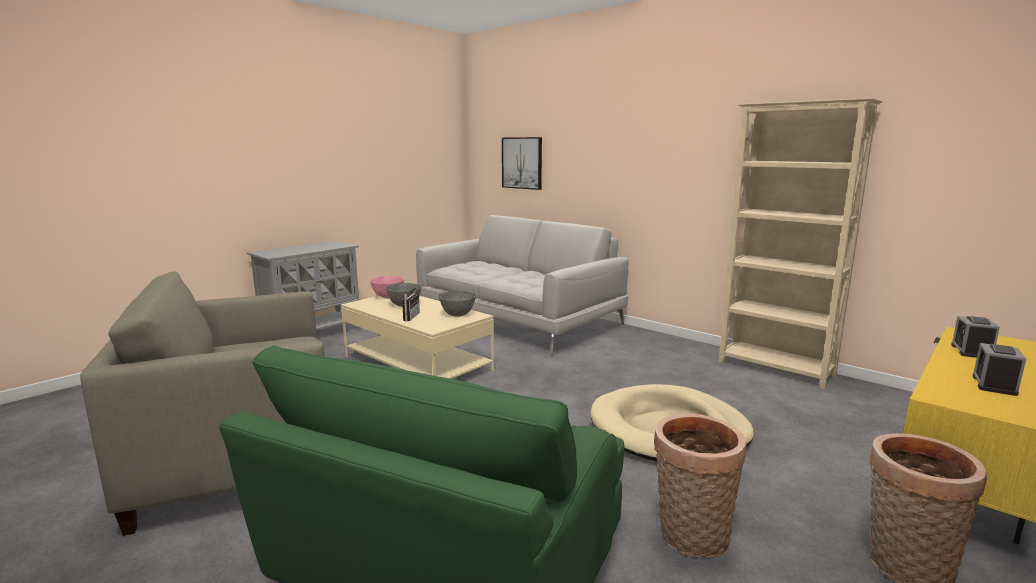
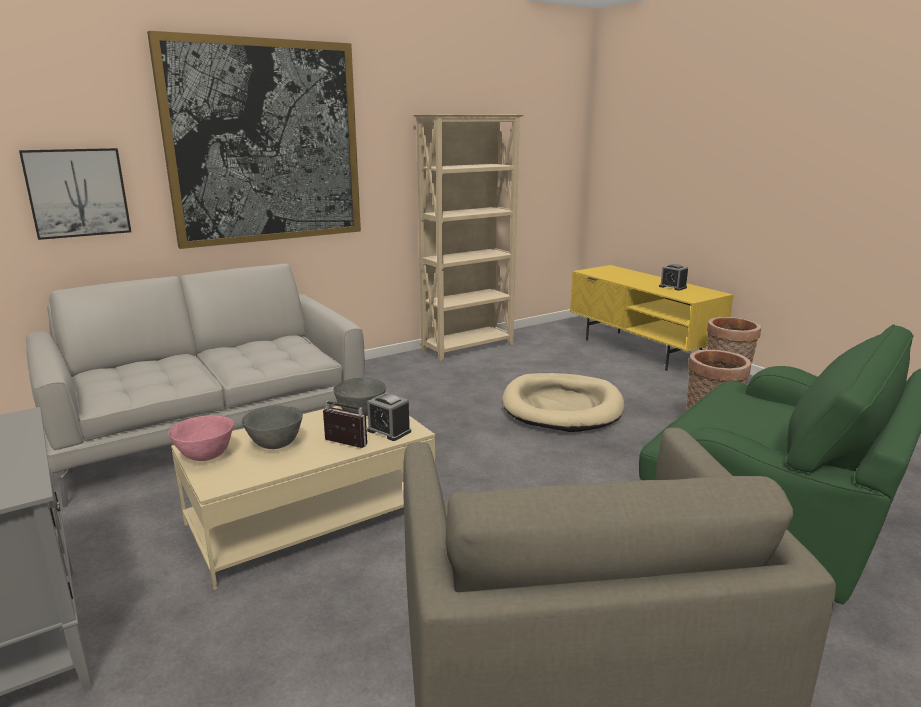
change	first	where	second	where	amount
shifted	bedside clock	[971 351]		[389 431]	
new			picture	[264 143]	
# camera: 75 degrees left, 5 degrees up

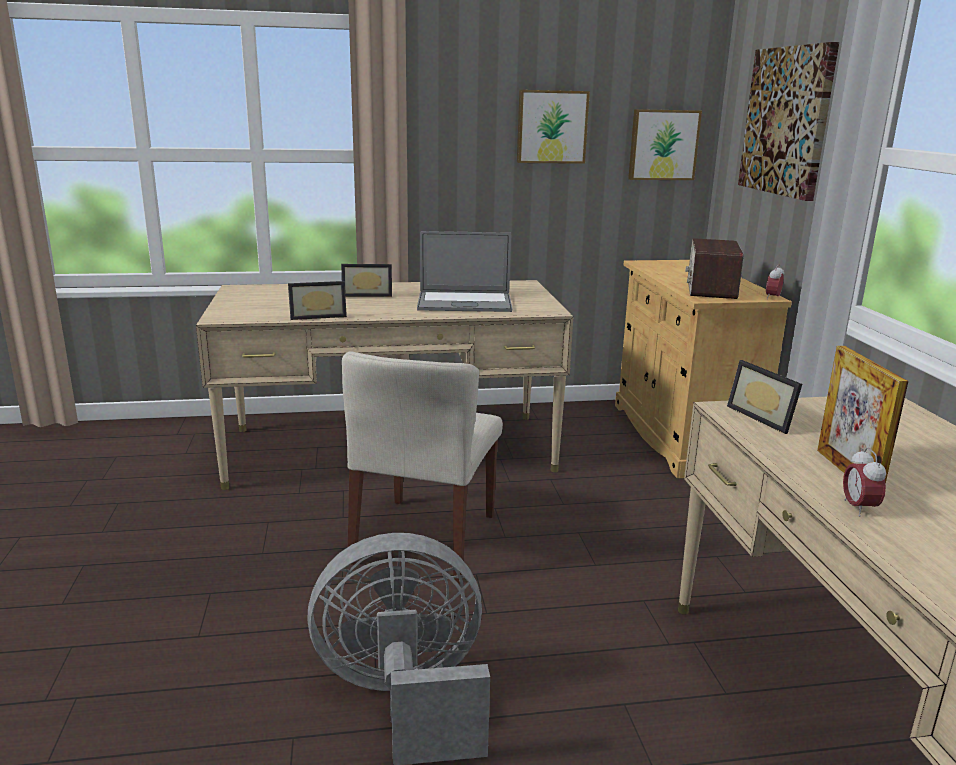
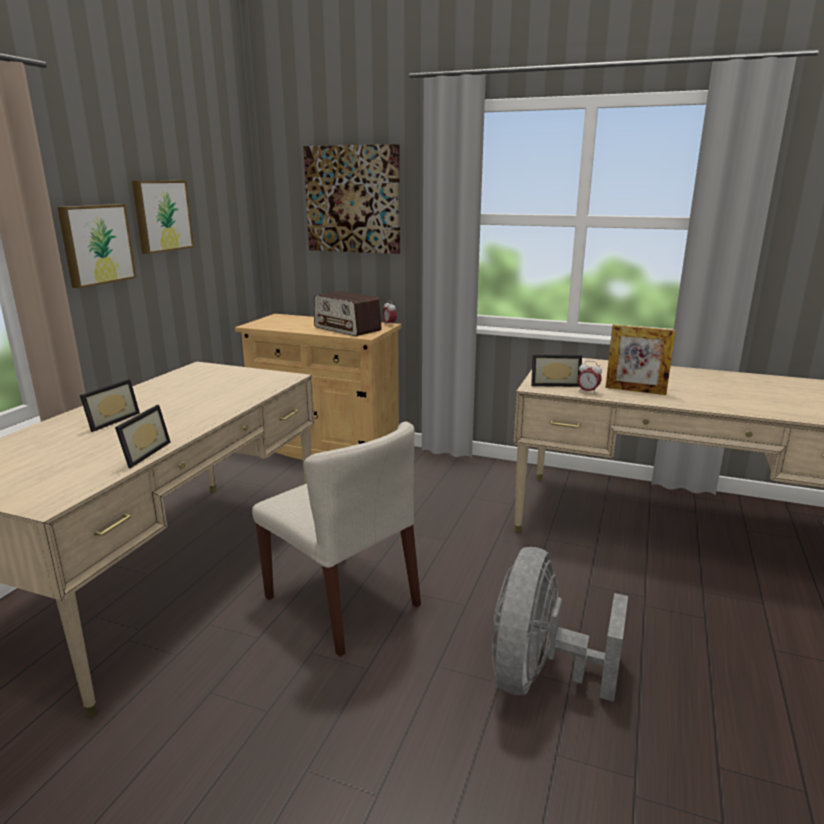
change	first	where	second	where	amount
gone	notebook computer	[464 303]			
shifted	picture	[663 145]		[96 244]	
shifted	bedside clock	[858 508]		[588 392]	
# camera: 60 degrees left, 0 degrees up

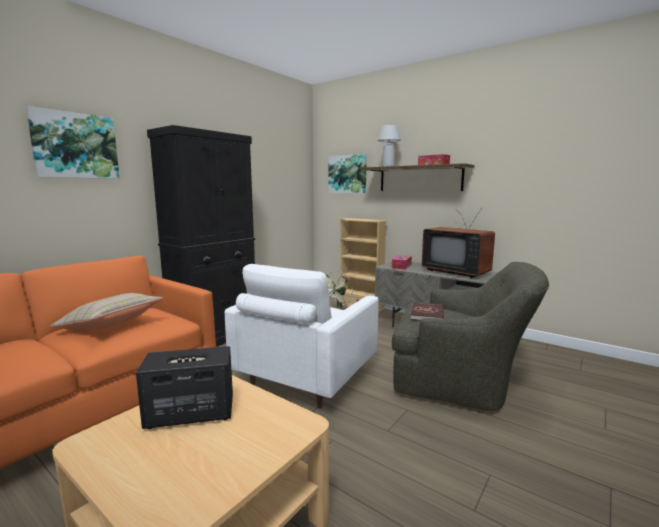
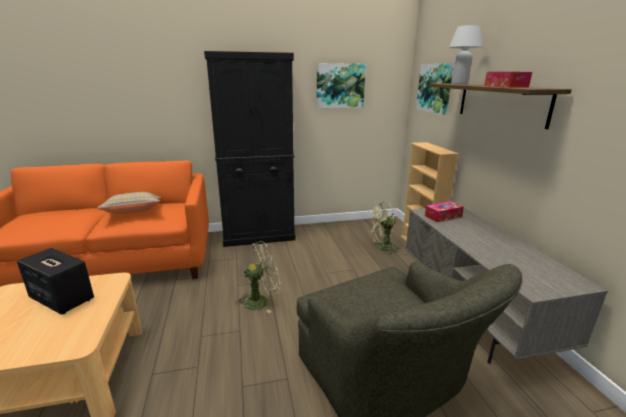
change	first	where	second	where	amount
shifted	picture	[75 146]		[340 85]	
swapped	white easy chair	[305 378]	greenish electric fan	[261 301]	
gone	red book	[427 314]			
gone	TV set	[457 271]			
# camera: 40 degrees right, 10 degrees up

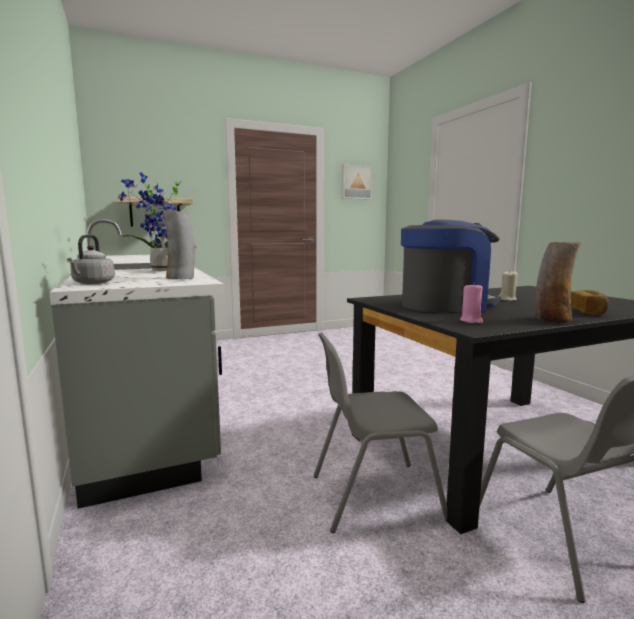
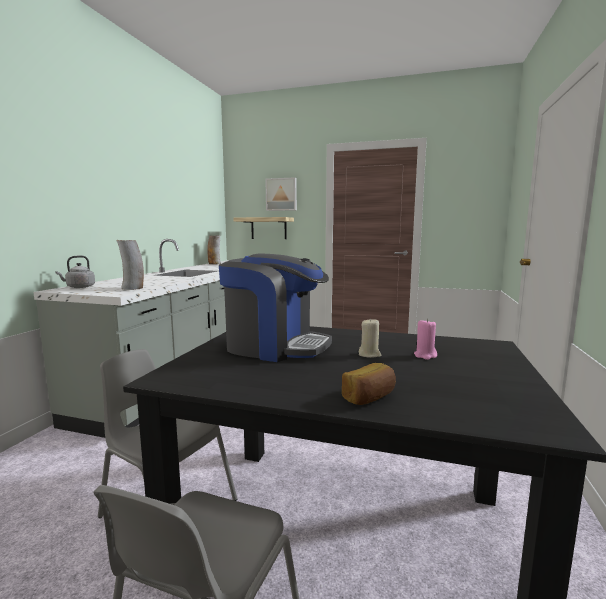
change	first	where	second	where	amount
gone	plant in a pot	[162 271]			
shifted	picture	[356 182]		[281 194]	
shifted	pinkish wax light	[471 321]		[425 355]	
shifted	flower vase	[552 320]		[214 264]	
# camera: 40 degrees right, 0 degrees up

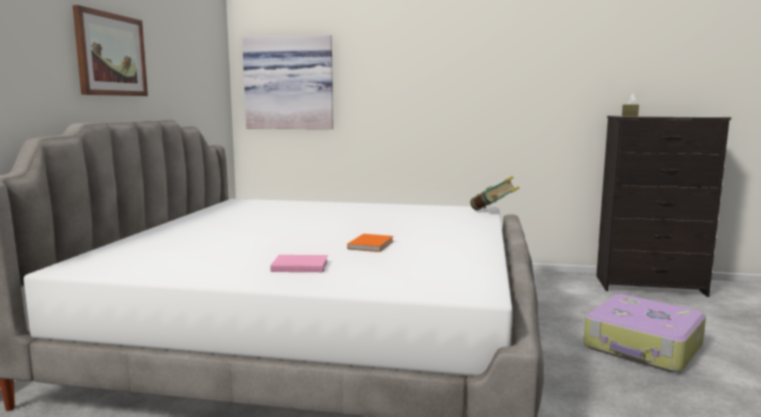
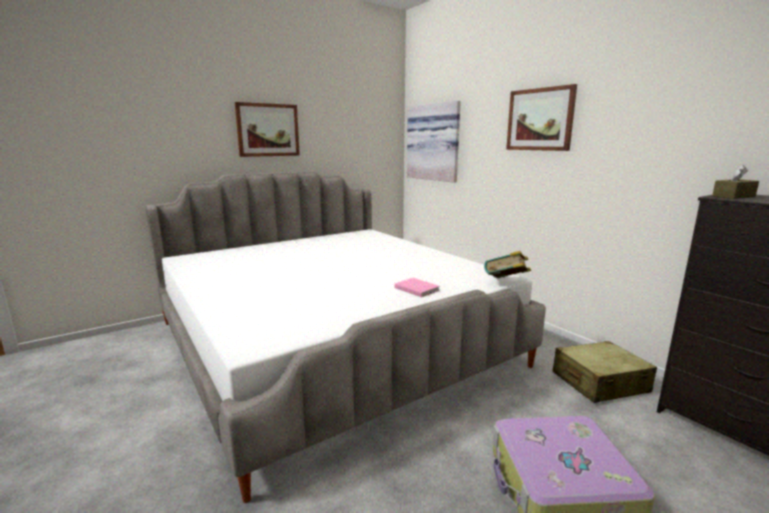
change	first	where	second	where	amount
shifted	pinkish book	[298 266]		[416 288]	
gone	orangey book	[372 245]			
new			picture	[540 119]	
new			sand-coloured suitcase	[599 383]	
# camera: 45 degrees right, 5 degrees up

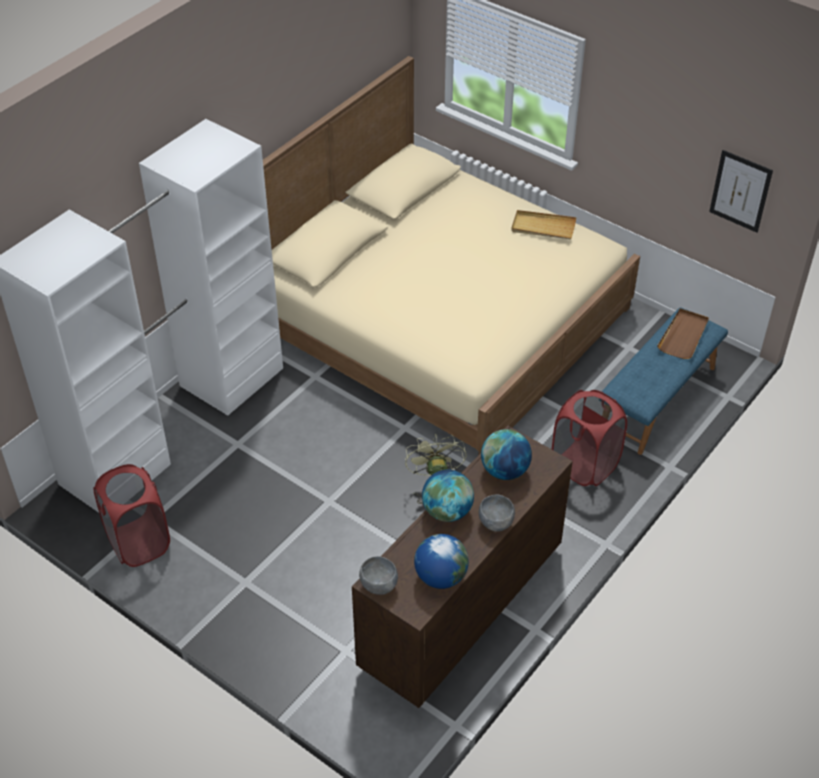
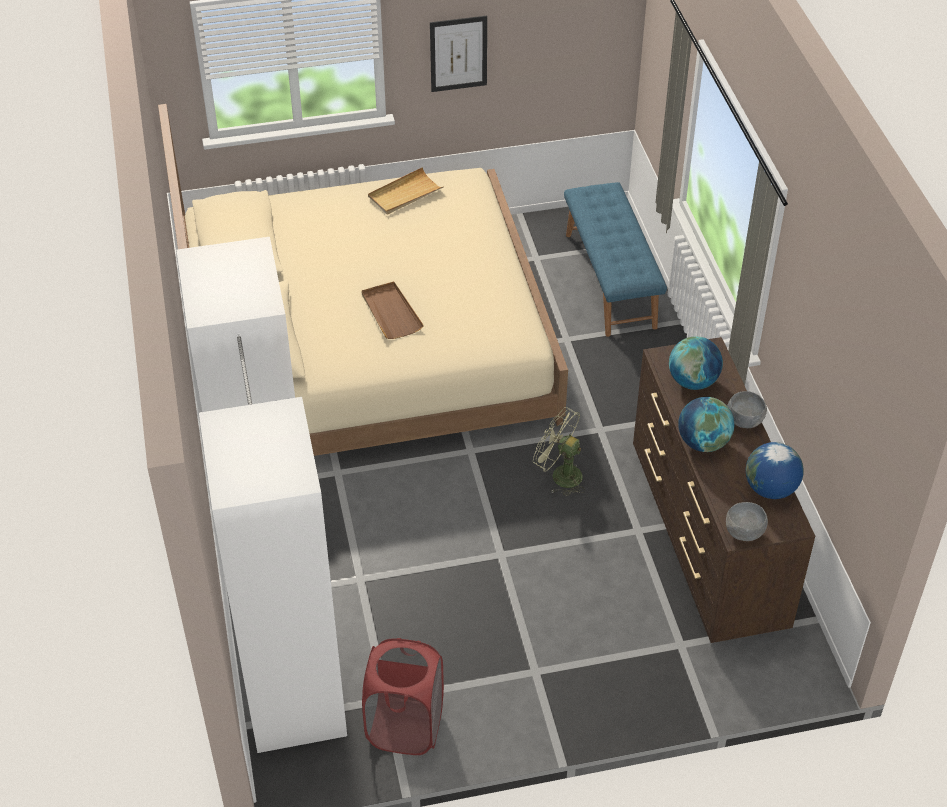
change	first	where	second	where	amount
gone	red hamper	[584 465]			
shifted	brown-coloured carrying tray	[683 336]		[391 312]	
shifted	picture	[740 191]		[458 53]	
# camera: 50 degrees left, 0 degrees up

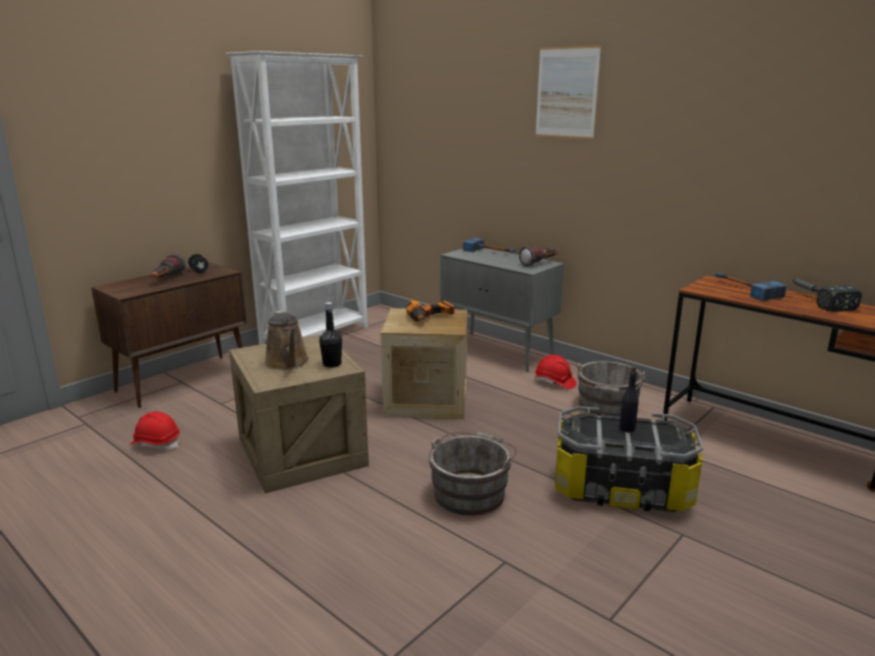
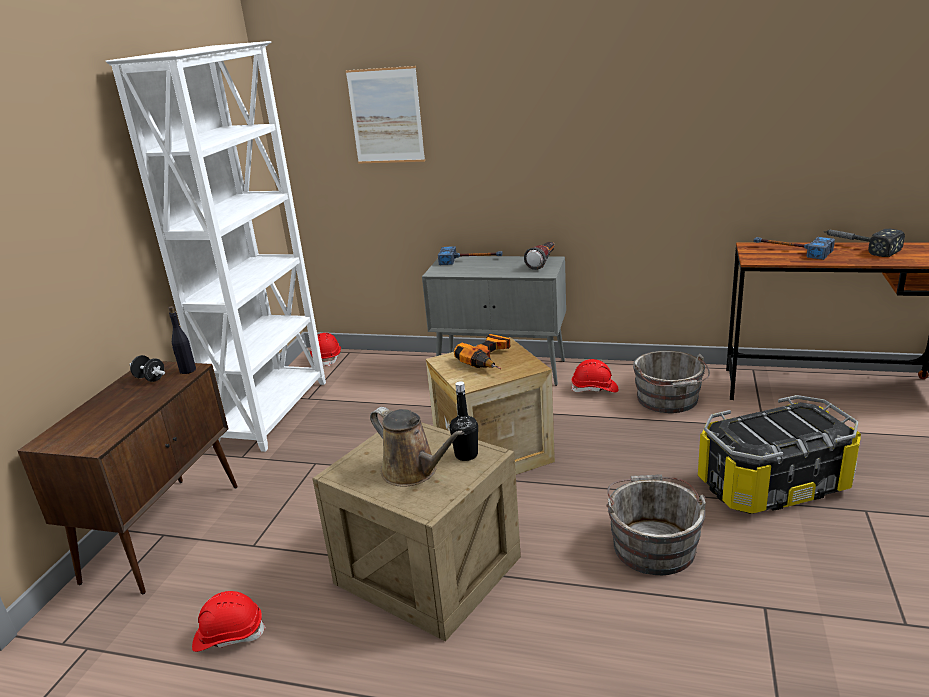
change	first	where	second	where	amount
gone	flashlight	[167 279]			
shifted	picture	[566 93]		[386 116]	
shifted	black-coloured beverage bottle	[626 428]		[187 370]	
new			red safety helmet	[327 358]	
# camera: 25 degrees left, 5 degrees up

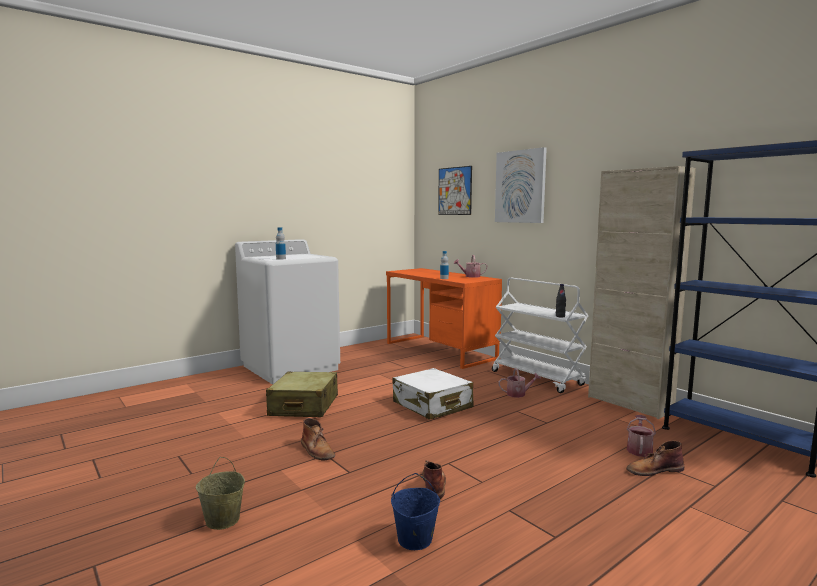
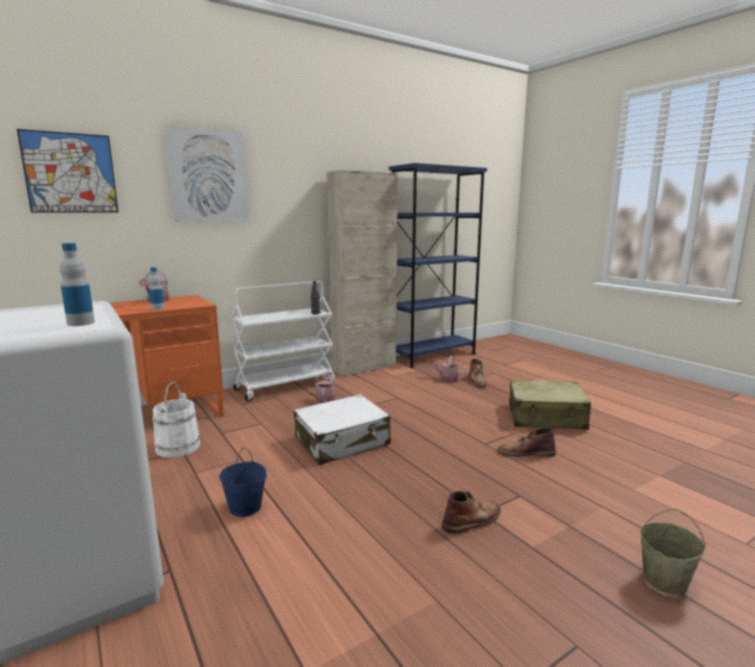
change	first	where	second	where	amount
shifted	sand-coloured suitcase	[304 406]		[546 417]	
shifted	blue-coloured water bucket	[414 540]		[246 508]	
new			white water bucket	[177 447]	
# camera: 85 degrees left, 5 degrees up

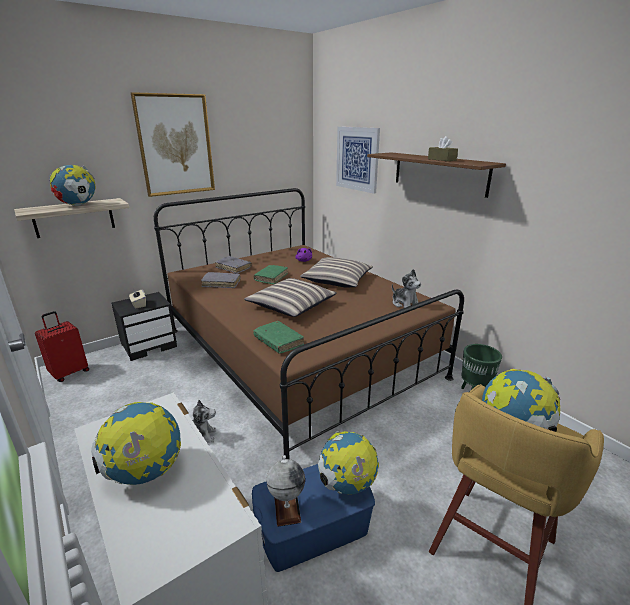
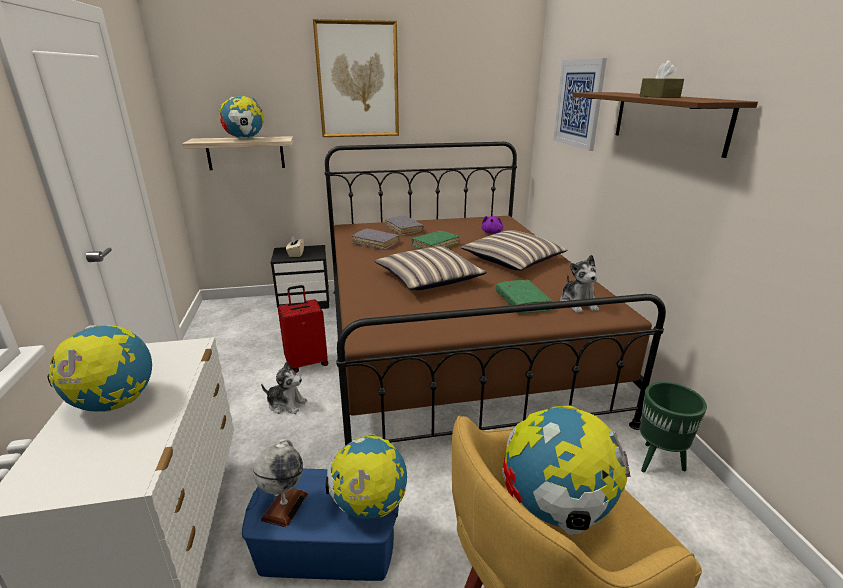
change	first	where	second	where	amount
shifted	red suitcase	[69 373]		[307 363]	
shifted	greenish book	[278 342]		[522 302]	
# camera: 25 degrees right, 0 degrees up

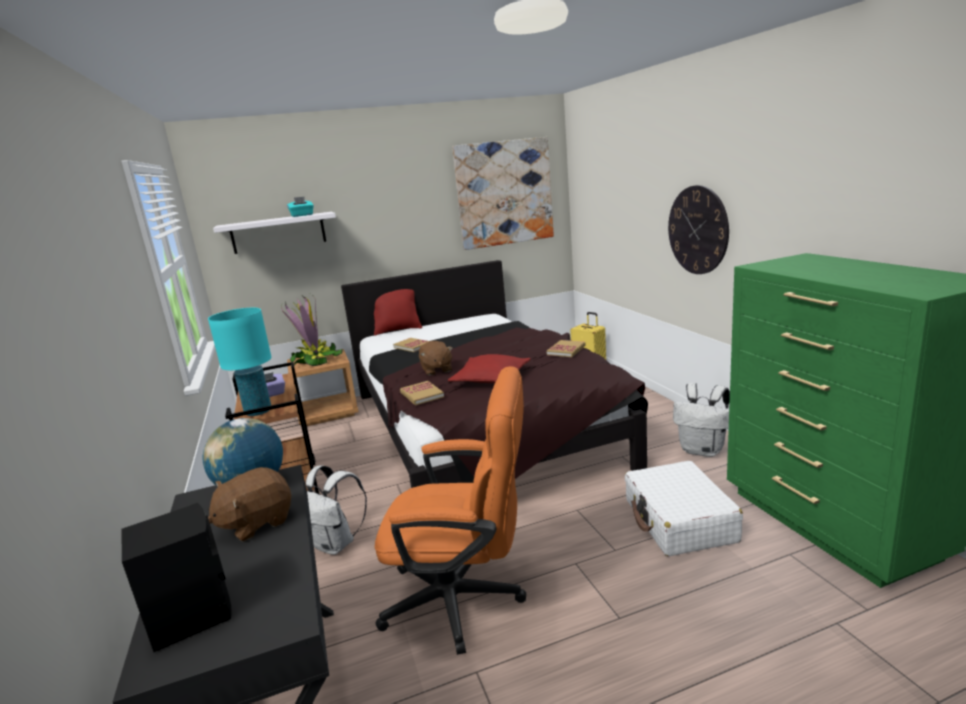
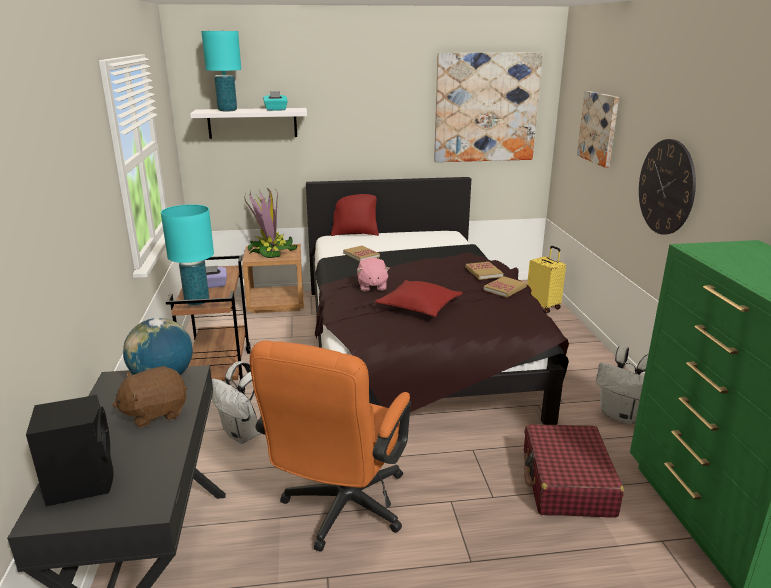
change	first	where	second	where	amount
rotated	orangey desk chair	[466 600]		[340 511]	90 degrees clockwise
shifted	book	[421 395]		[483 272]	
repainted	brown-coloured plush toy	[436 370]	pinkish plush toy	[372 286]	
repainted	white suitcase	[679 521]	red suitcase	[567 483]	
new			turquoise-coloured table lamp	[227 110]	
new			picture	[599 128]	
# camera: 10 degrees right, 5 degrees up

